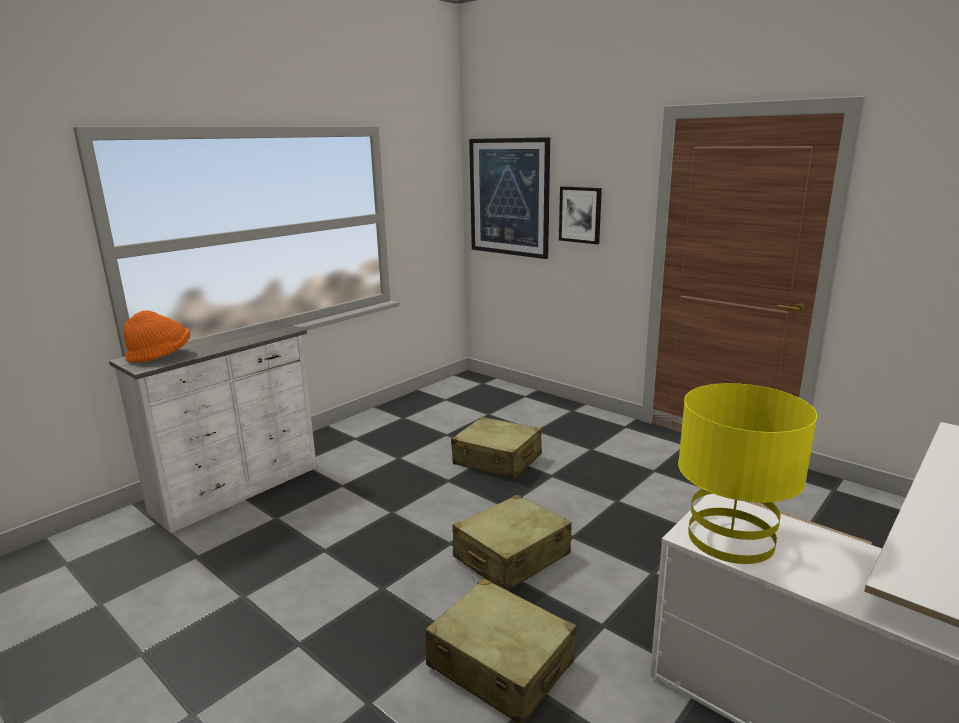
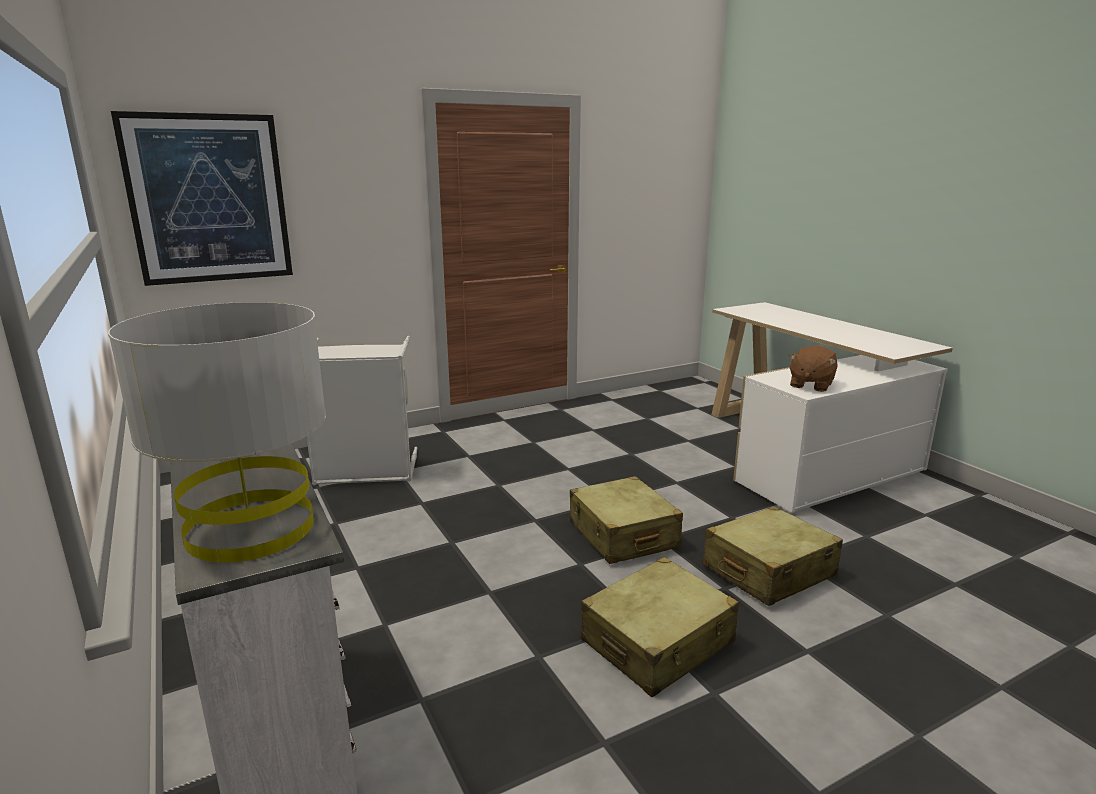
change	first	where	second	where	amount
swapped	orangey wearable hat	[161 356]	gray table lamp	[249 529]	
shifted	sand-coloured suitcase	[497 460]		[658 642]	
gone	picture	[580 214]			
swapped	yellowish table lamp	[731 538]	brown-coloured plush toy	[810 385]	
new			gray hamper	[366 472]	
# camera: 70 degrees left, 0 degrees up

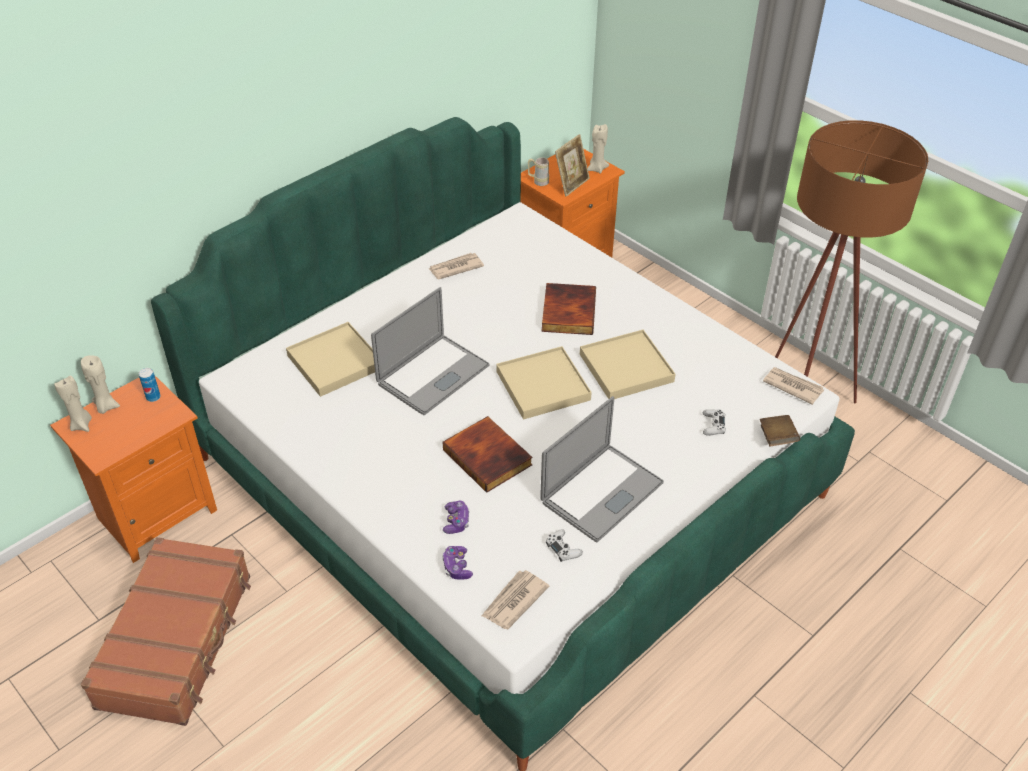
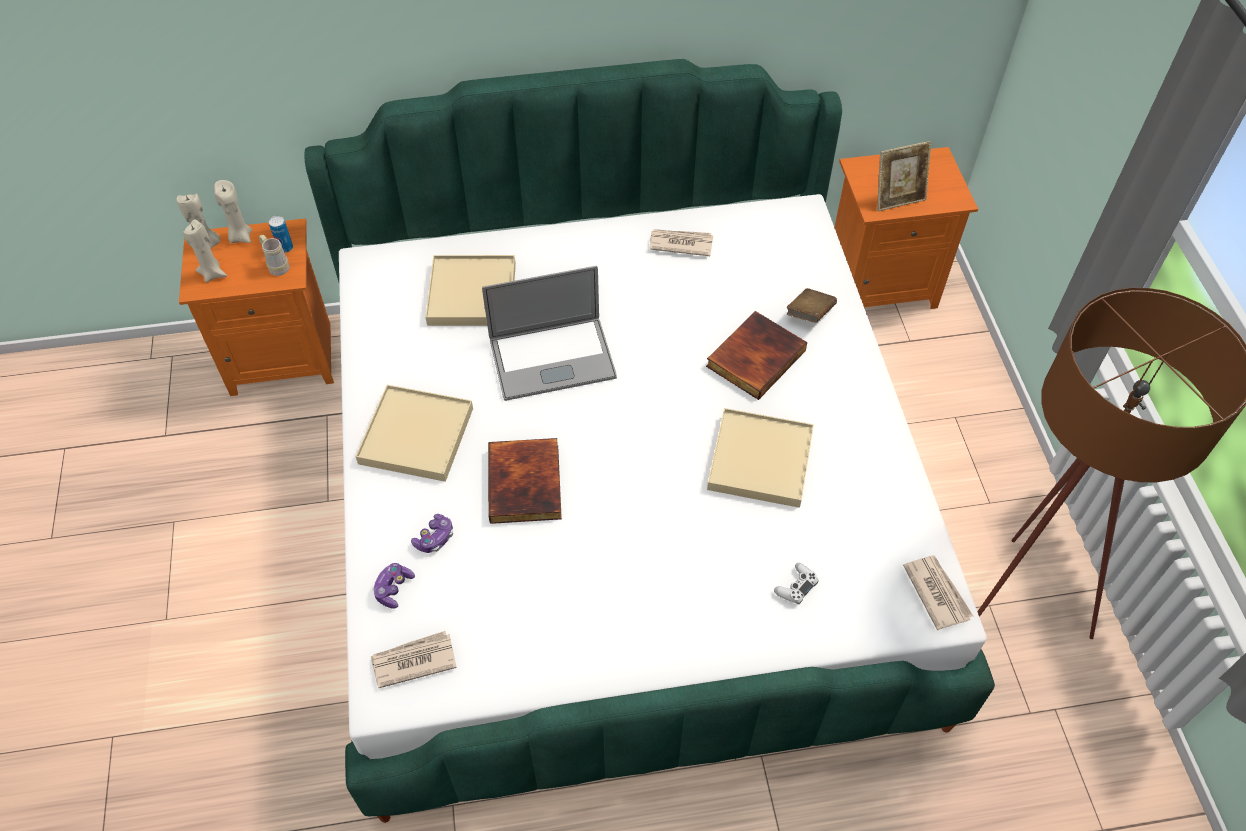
change	first	where	second	where	amount
gone	brown-coloured suitcase	[177 640]			
shifted	sand-coloured carrying tray	[542 385]		[416 435]	
shifted	sand-coloured coffee mug	[538 181]		[277 266]	
gone	notebook computer	[602 492]			
gone	white gamepad	[563 549]			
shifted	sand-coloured wax light	[597 169]		[213 273]	
shifted	brown-coloured book	[777 438]		[809 314]	
# camera: 35 degrees right, 10 degrees up

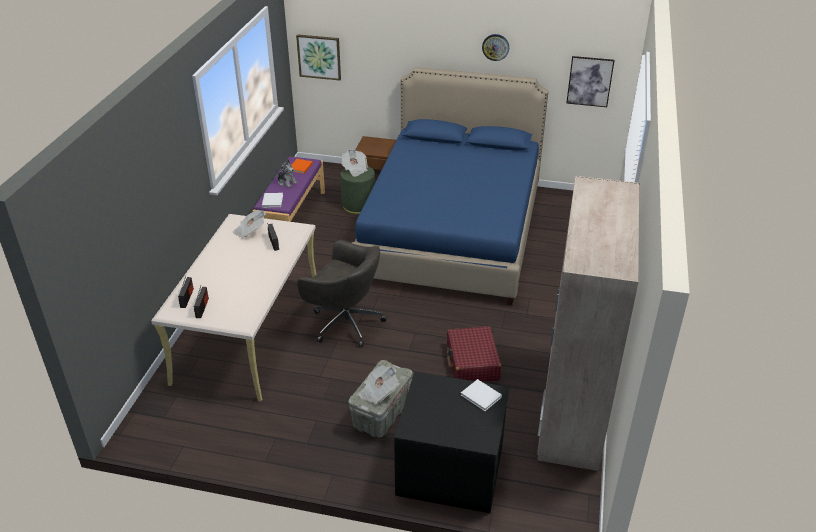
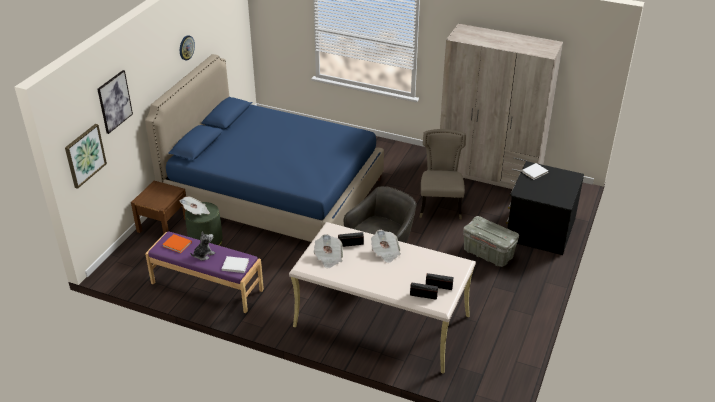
change	first	where	second	where	amount
shifted	printed paper	[378 392]		[385 253]	
swapped	red suitcase	[472 362]	sand-coloured upright chair	[440 206]	
shifted	picture	[589 81]		[114 101]	
# camera: 80 degrees left, 0 degrees up

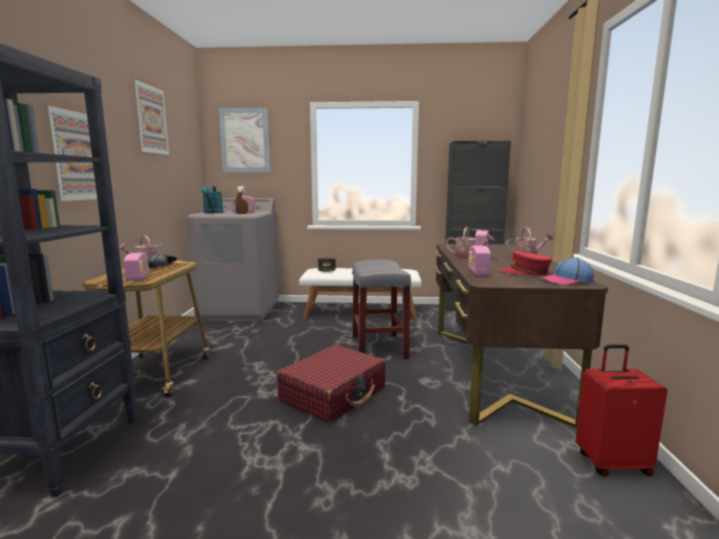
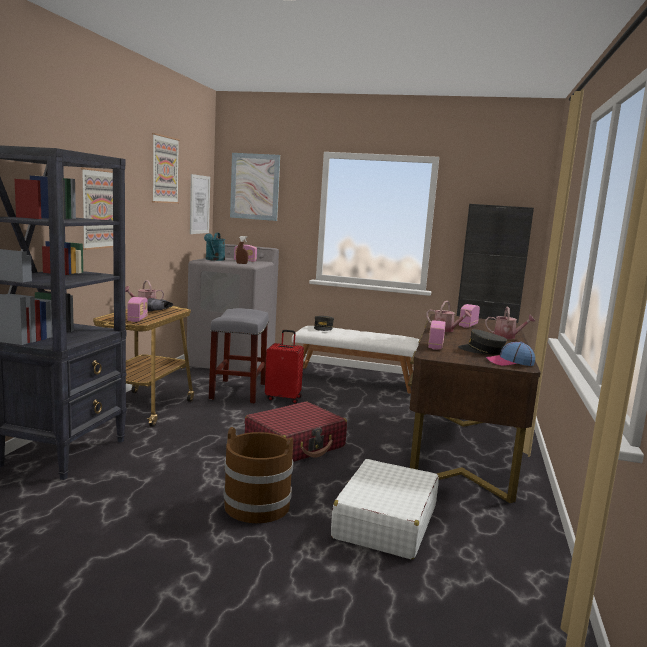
change	first	where	second	where	amount
shifted	gray stool seat	[378 347]		[238 391]	
repainted	red peaked cap	[525 272]	gray peaked cap	[481 351]	
shifted	red suitcase	[612 463]		[283 398]	
new			picture	[199 204]	
new			brown-coloured water bucket	[256 505]	
new			white suitcase	[385 522]	
# camera: 10 degrees right, 0 degrees up

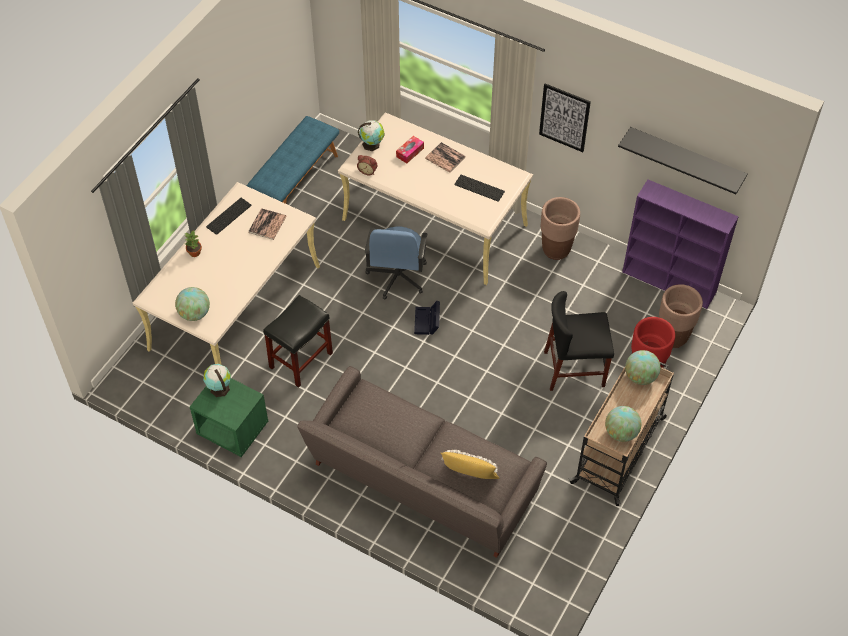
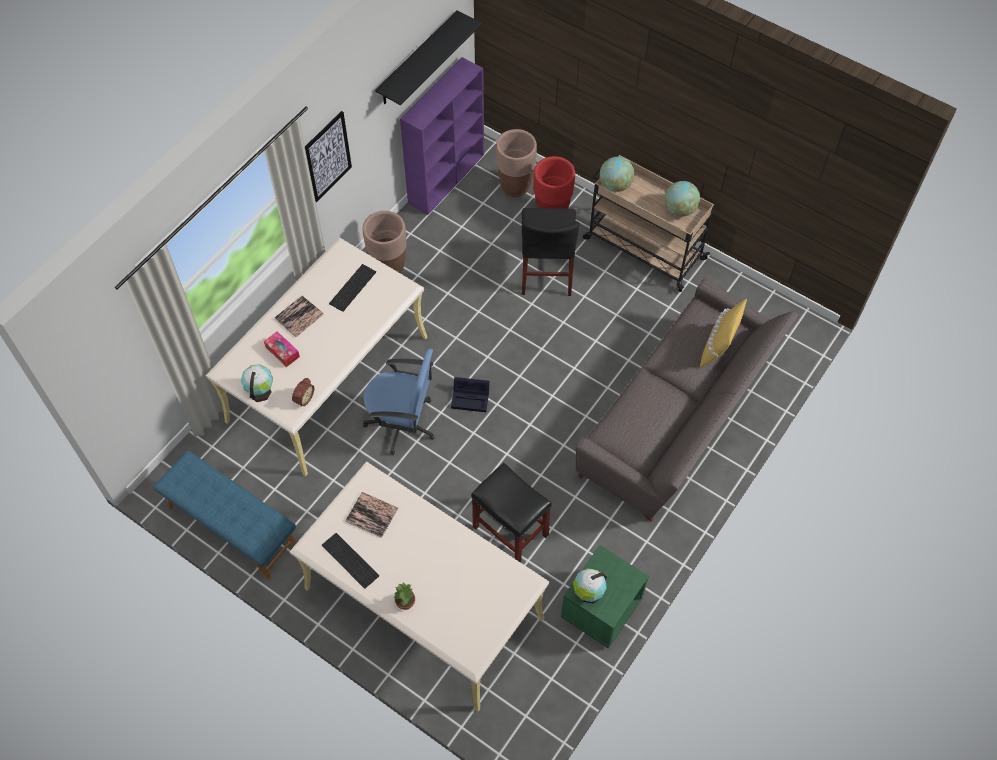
change	first	where	second	where	amount
gone	globe	[194 314]			
# camera: 85 degrees left, 5 degrees up

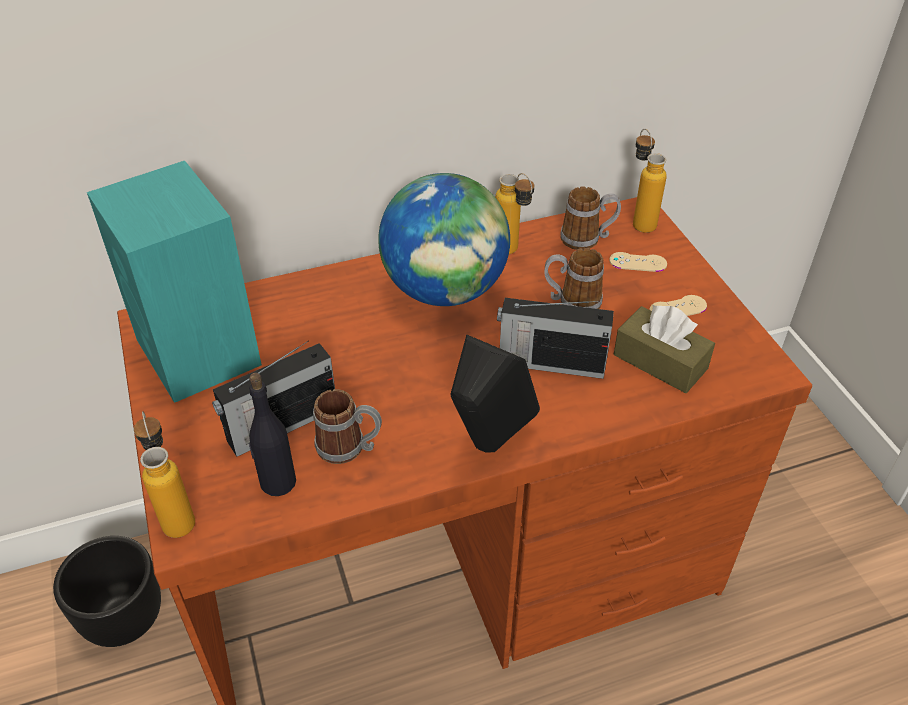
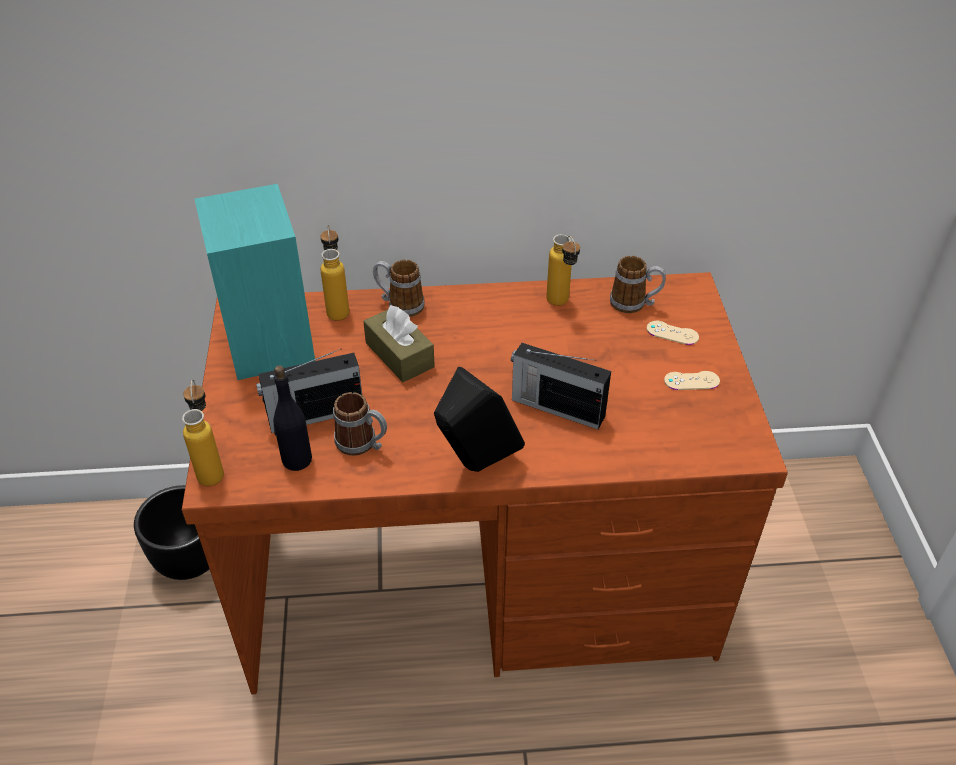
change	first	where	second	where	amount
gone	globe	[445 290]			
shifted	coffee mug	[571 302]		[399 305]	
shifted	brown-coloured tissue holder	[660 362]		[399 355]	
shifted	beverage bottle	[639 221]		[338 308]	
# camera: 15 degrees right, 0 degrees up

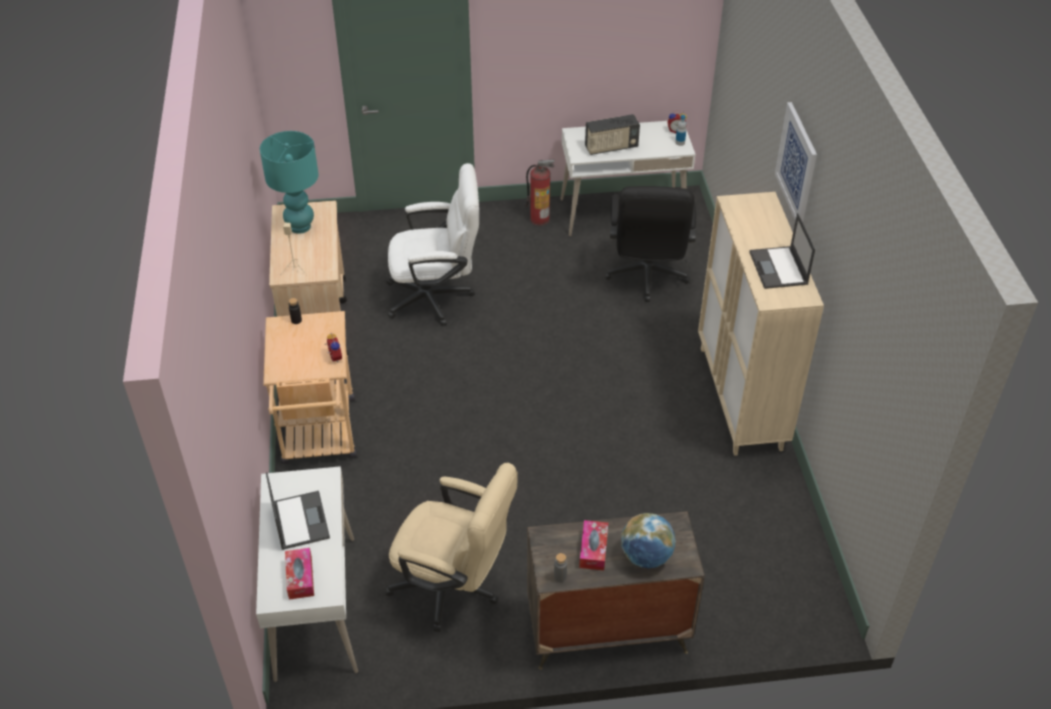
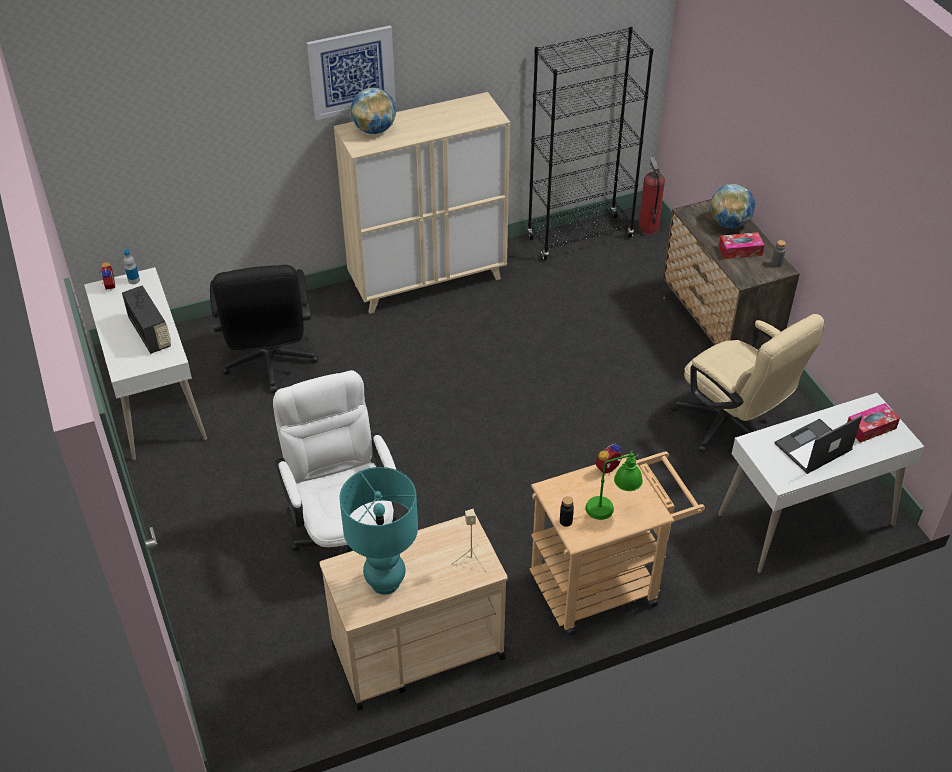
change	first	where	second	where	amount
rotated	sand-coloured desk chair	[454 588]		[732 428]	135 degrees clockwise
shifted	extinguisher	[540 219]		[648 228]	
rotated	black-coloured desk chair	[646 278]		[270 365]	90 degrees clockwise
gone	notebook computer	[779 268]			
new			globe	[374 130]	
new			black-coloured shelving unit	[580 237]	
new			greenish table lamp	[612 508]	
# camera: 105 degrees left, 0 degrees up

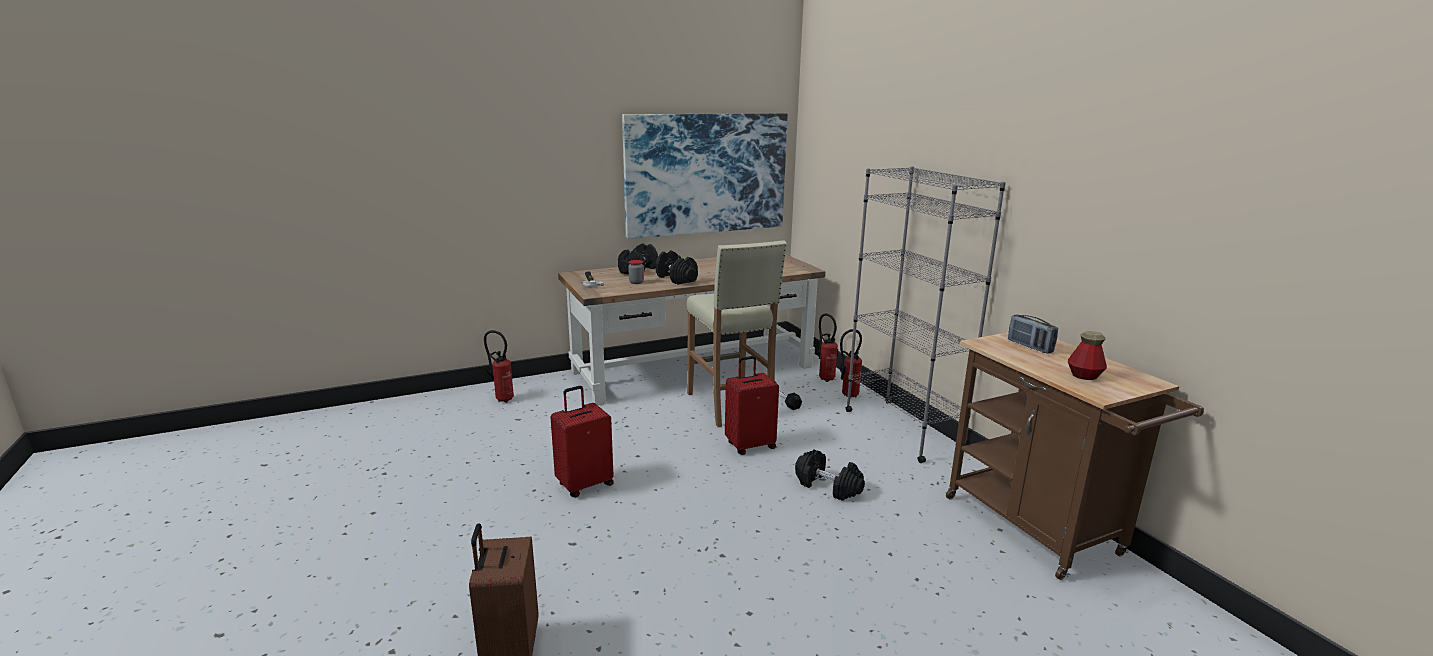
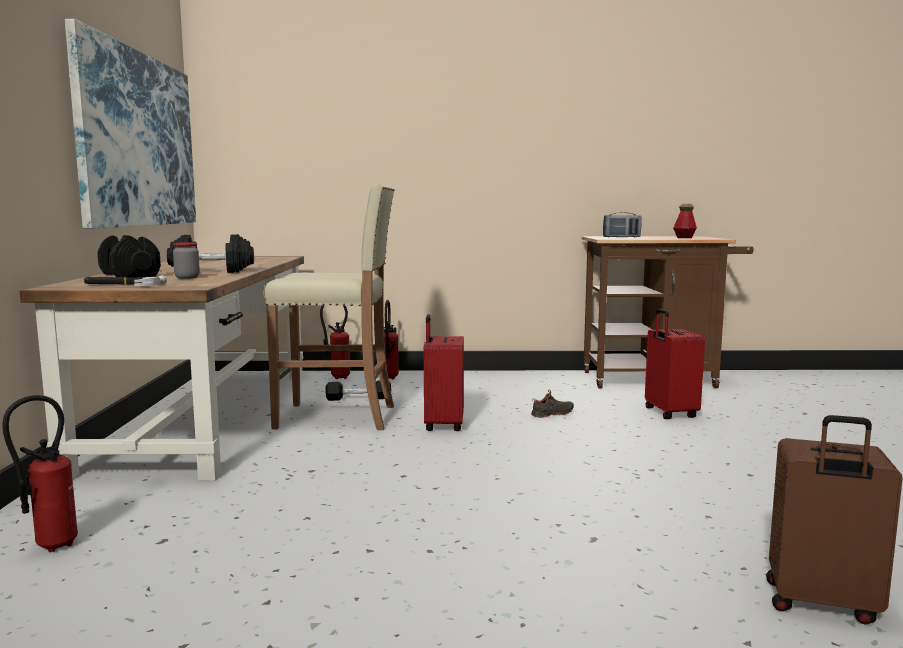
change	first	where	second	where	amount
shifted	red suitcase	[584 484]		[669 413]	
swapped	black-coloured dumbbell	[828 486]	black-coloured shoe	[553 414]	
gone	gray shelving unit	[902 429]			
# camera: 65 degrees left, 10 degrees down

